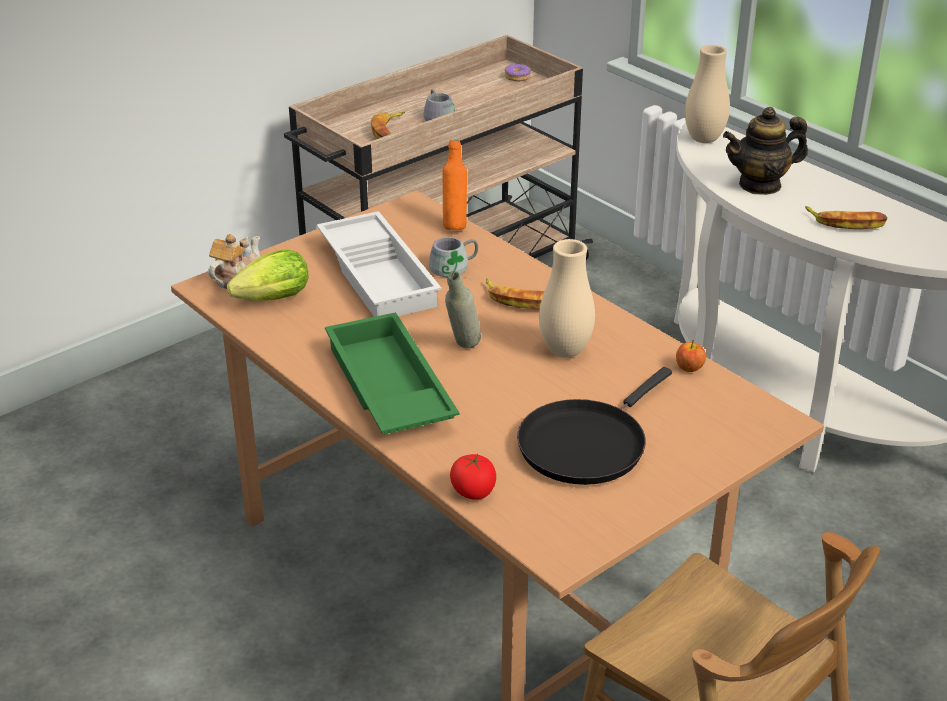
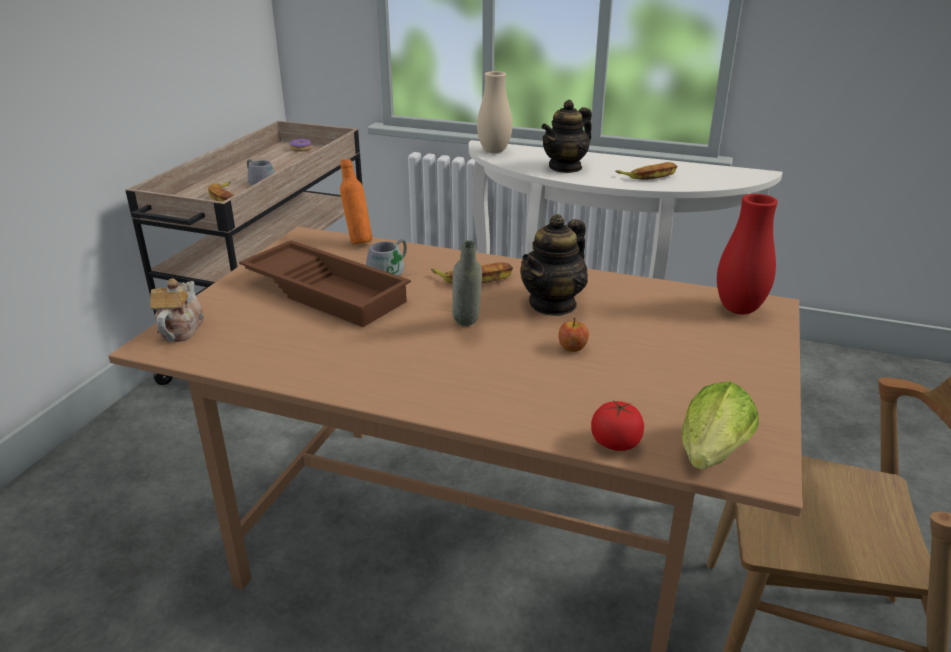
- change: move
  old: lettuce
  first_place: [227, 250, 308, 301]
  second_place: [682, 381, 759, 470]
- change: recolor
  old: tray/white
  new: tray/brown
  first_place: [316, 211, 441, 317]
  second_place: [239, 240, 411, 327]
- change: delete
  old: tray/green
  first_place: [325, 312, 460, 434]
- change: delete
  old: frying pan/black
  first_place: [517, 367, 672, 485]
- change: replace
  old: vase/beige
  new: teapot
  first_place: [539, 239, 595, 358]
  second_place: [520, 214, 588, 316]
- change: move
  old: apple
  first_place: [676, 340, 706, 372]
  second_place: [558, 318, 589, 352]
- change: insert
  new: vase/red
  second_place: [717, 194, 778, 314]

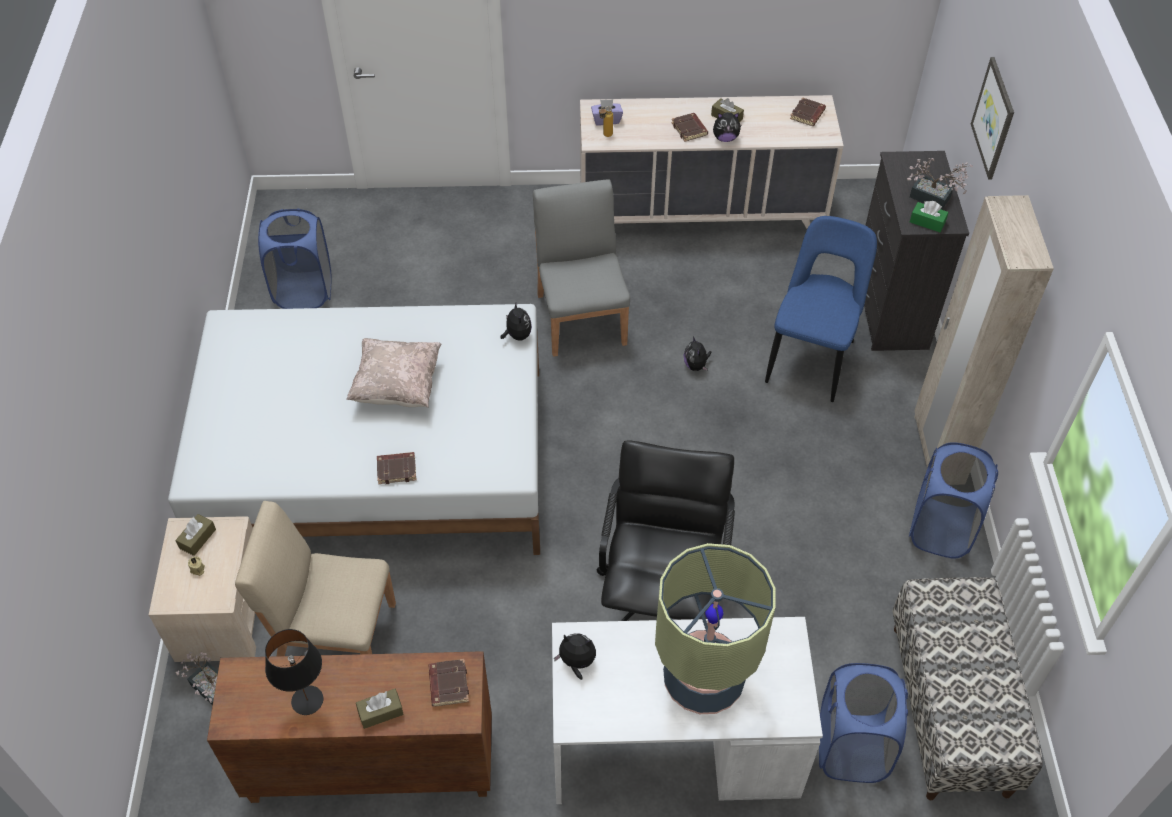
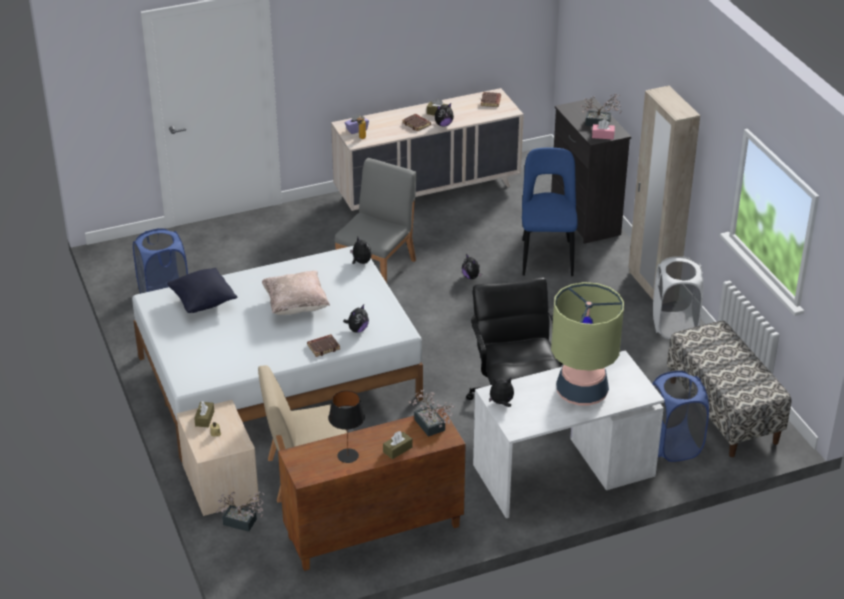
- change: replace
  old: book/brown
  new: potted plant
  first_place: [428, 659, 469, 707]
  second_place: [409, 390, 455, 437]
- change: rotate
  old: chair/grey
  first_place: [533, 179, 630, 357]
  second_place: [335, 158, 417, 283]
  degrees: 60
- change: recolor
  old: laundry basket/blue
  new: laundry basket/white
  first_place: [909, 442, 998, 559]
  second_place: [653, 256, 703, 339]
- change: recolor
  old: tissue box/green
  new: tissue box/pink
  first_place: [910, 201, 949, 232]
  second_place: [592, 119, 615, 140]
- change: delete
  old: picture
  first_place: [971, 57, 1014, 180]
- change: insert
  new: pillow/black
  second_place: [167, 268, 238, 313]
- change: insert
  new: plush toy
  second_place: [343, 305, 369, 333]

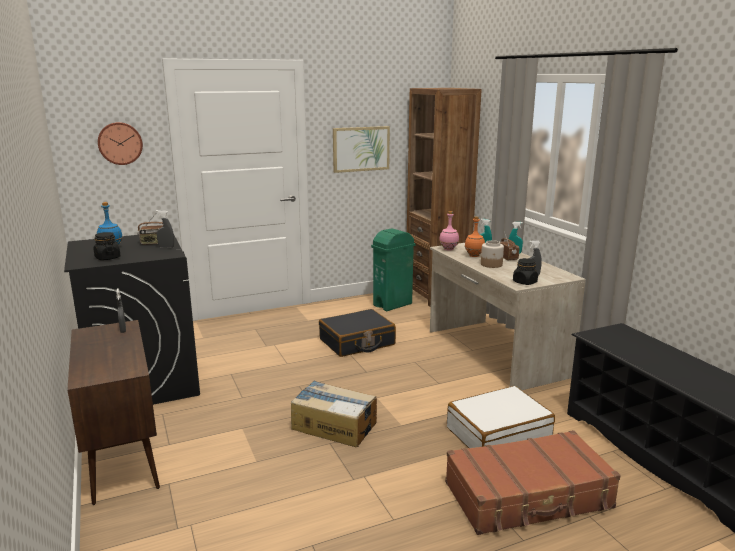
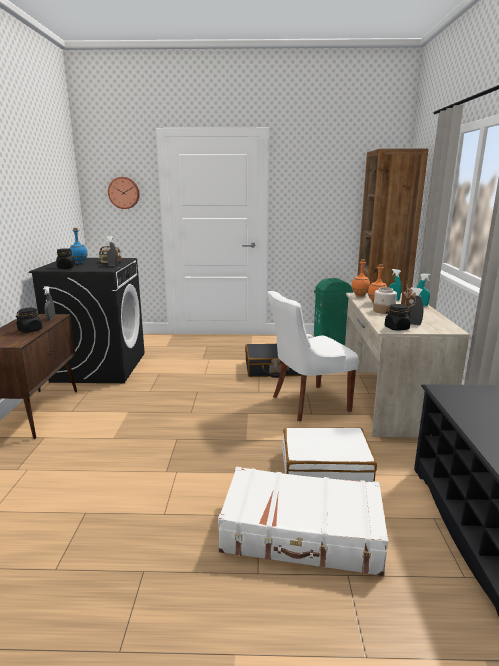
- change: delete
  old: cardboard box
  first_place: [291, 381, 377, 447]
- change: delete
  old: picture
  first_place: [333, 126, 390, 173]
- change: recolor
  old: bottle/pink
  new: bottle/orange
  first_place: [439, 211, 459, 251]
  second_place: [351, 259, 370, 297]
- change: recolor
  old: suitcase/brown
  new: suitcase/white
  first_place: [445, 430, 621, 535]
  second_place: [218, 467, 388, 576]
- change: insert
  new: jar/black
  second_place: [16, 308, 43, 333]
- change: insert
  new: chair/white
  second_place: [267, 291, 359, 421]

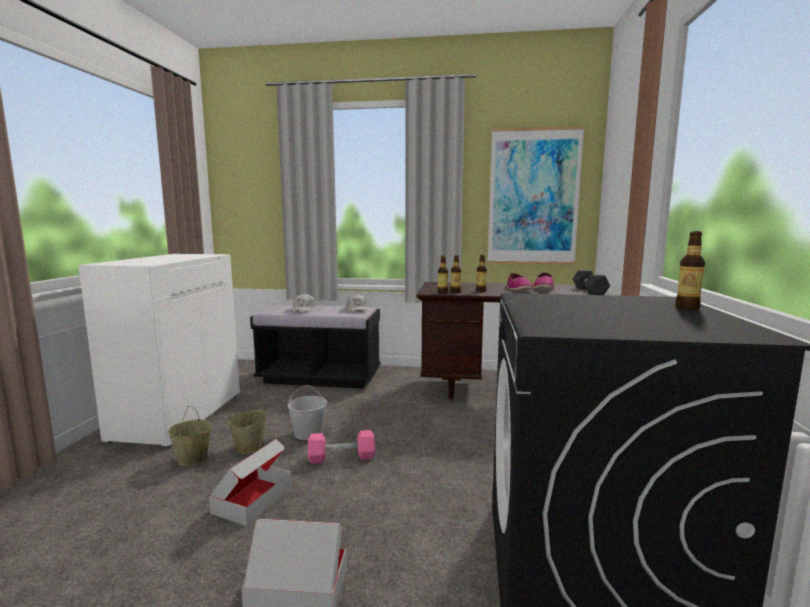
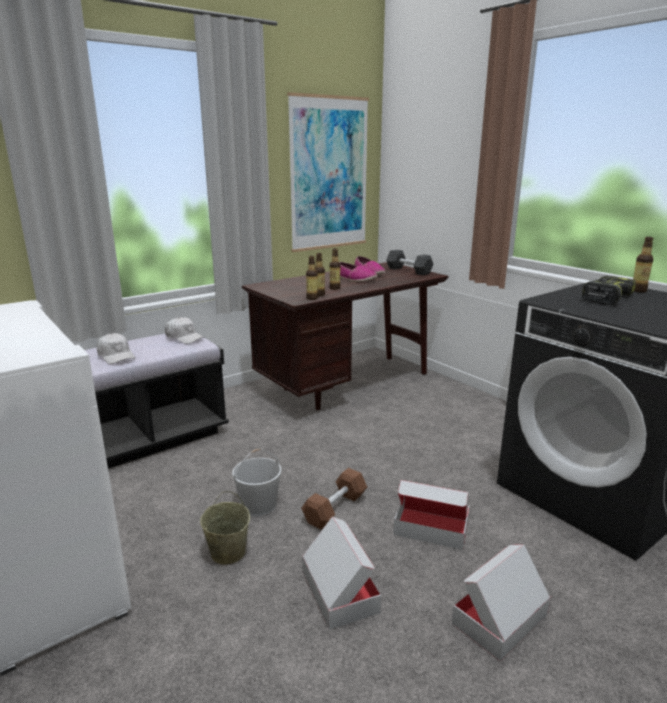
- change: delete
  old: bucket/beige
  first_place: [168, 406, 212, 466]
- change: recolor
  old: dumbbell/pink
  new: dumbbell/brown
  first_place: [308, 430, 375, 464]
  second_place: [301, 468, 367, 530]
- change: insert
  new: cardboard box
  second_place: [393, 480, 469, 550]
- change: insert
  new: power drill
  second_place: [582, 275, 636, 305]

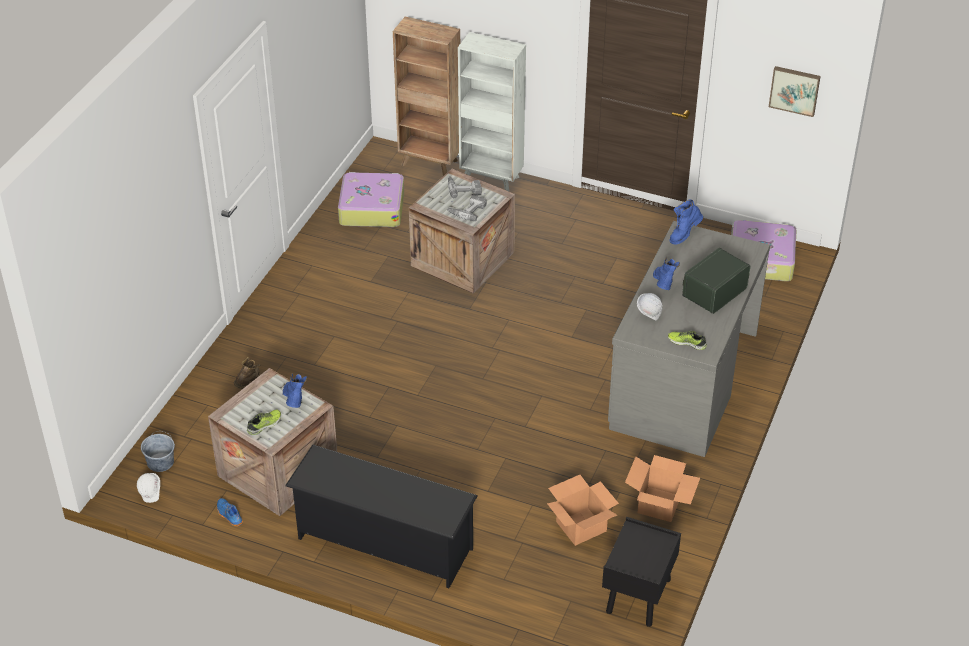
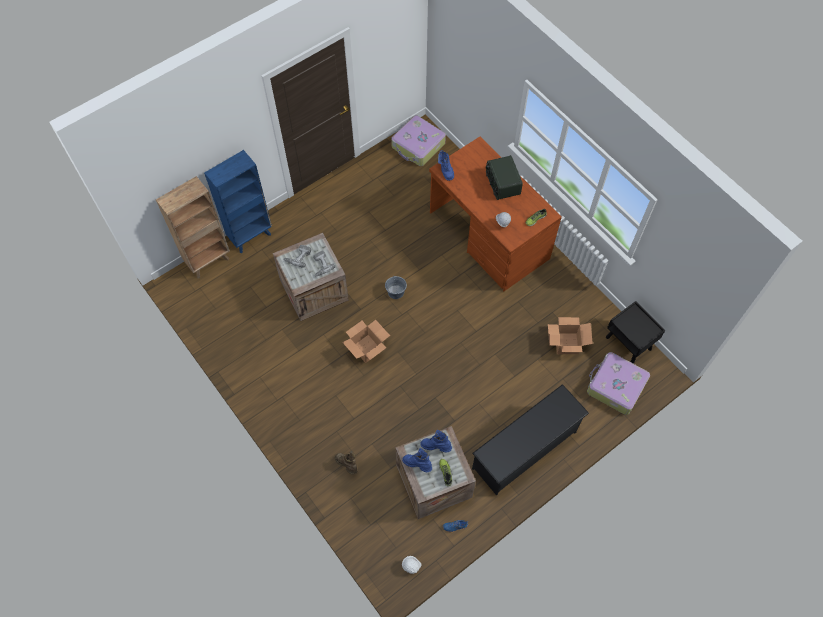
- change: move
  old: bucket/grey
  first_place: [141, 431, 175, 472]
  second_place: [385, 276, 407, 299]
- change: move
  old: suitcase
  first_place: [338, 172, 404, 227]
  second_place: [587, 352, 650, 415]
- change: recolor
  old: bookcase/white
  new: bookcase/blue
  first_place: [458, 32, 526, 191]
  second_place: [204, 150, 272, 253]
- change: recolor
  old: desk/grey
  new: desk/brown
  first_place: [608, 221, 770, 457]
  second_place: [429, 137, 562, 292]
- change: move
  old: cardboard box
  first_place: [625, 455, 700, 522]
  second_place: [342, 320, 390, 363]
- change: move
  old: boot/blue
  first_place: [653, 257, 680, 290]
  second_place: [402, 448, 432, 472]
- change: delete
  old: picture
  first_place: [769, 66, 821, 117]

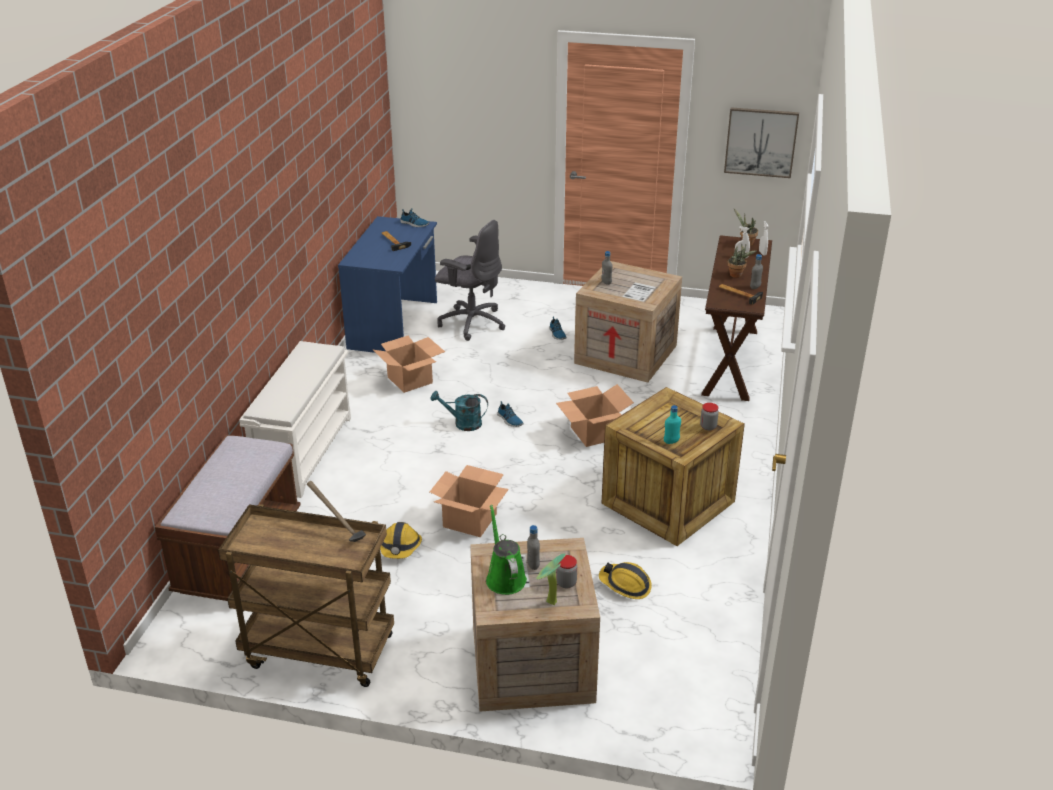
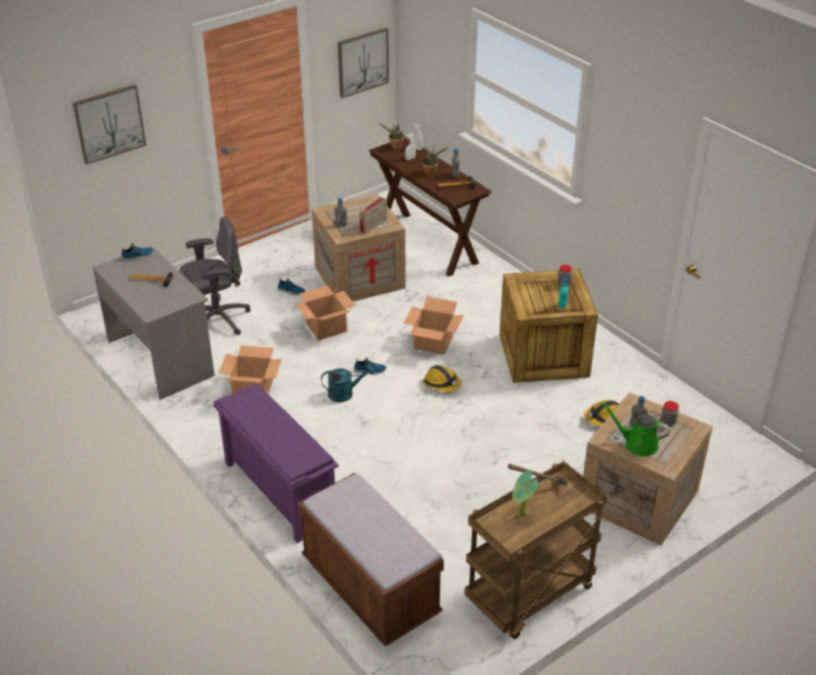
- change: recolor
  old: shoe rack/white
  new: shoe rack/purple
  first_place: [239, 341, 351, 498]
  second_place: [213, 383, 339, 543]
- change: recolor
  old: desk/blue
  new: desk/grey
  first_place: [338, 216, 437, 353]
  second_place: [92, 245, 215, 400]
- change: move
  old: hard hat
  first_place: [380, 522, 422, 559]
  second_place: [423, 365, 461, 392]
- change: move
  old: cardboard box
  first_place: [430, 465, 509, 537]
  second_place: [295, 286, 356, 341]
- change: rotate
  old: watering can/turquoise
  first_place: [431, 391, 488, 431]
  second_place: [321, 364, 374, 402]
  degrees: -150
- change: move
  old: potted plant
  first_place: [536, 553, 566, 605]
  second_place: [512, 471, 538, 517]
- change: insert
  new: picture
  second_place: [73, 85, 146, 165]
- change: insert
  new: radio
  second_place: [360, 197, 387, 234]

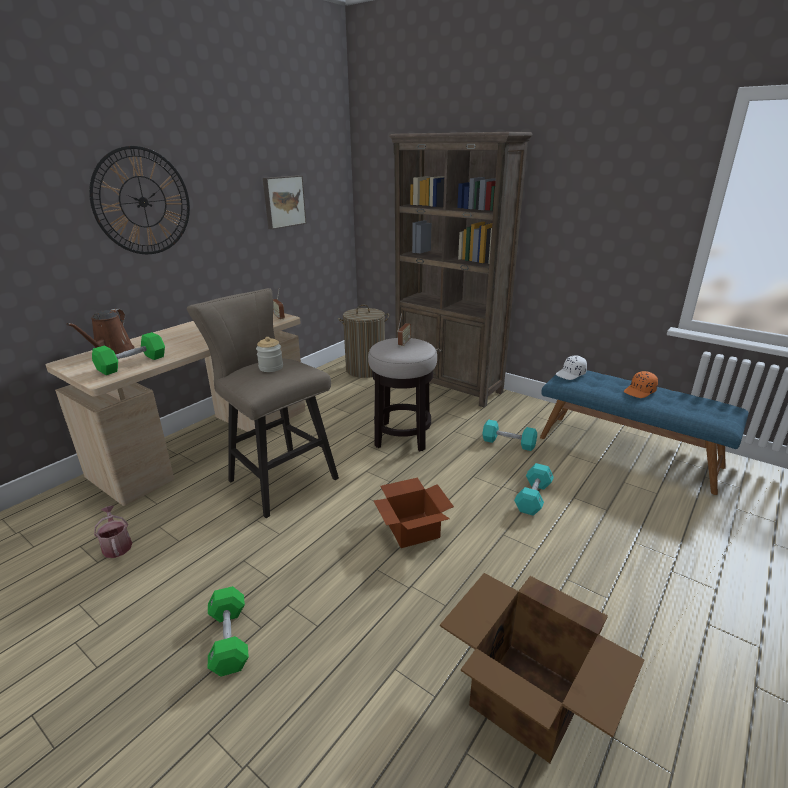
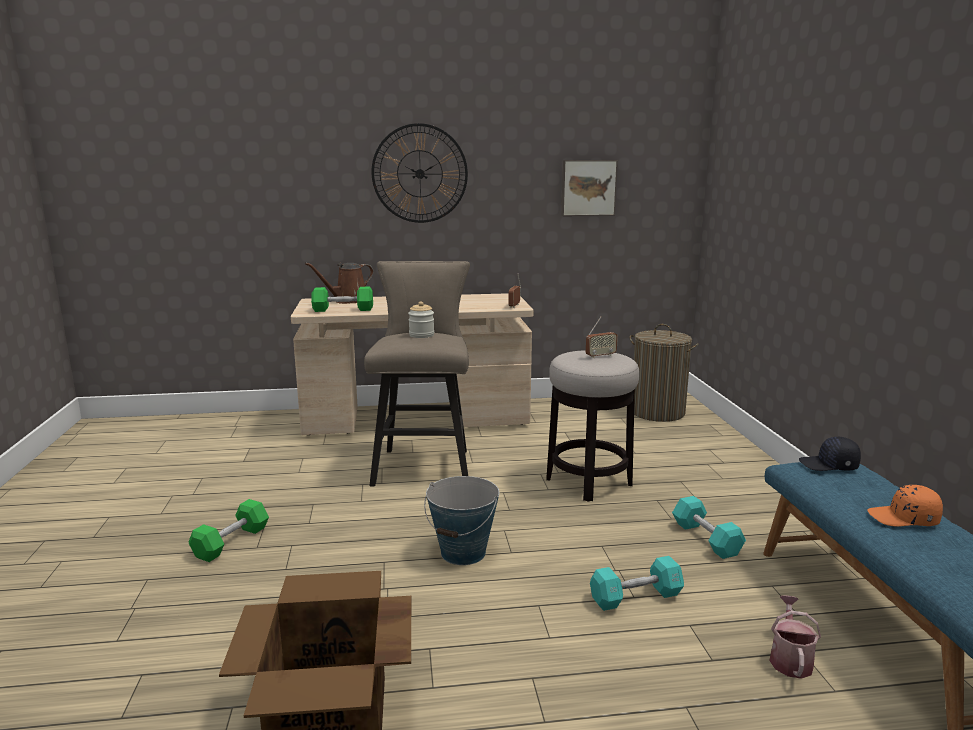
- change: move
  old: watering can
  first_place: [94, 506, 132, 558]
  second_place: [769, 595, 821, 679]
- change: replace
  old: cardboard box
  new: bucket
  first_place: [373, 477, 454, 548]
  second_place: [424, 476, 499, 565]
- change: delete
  old: bookcase/brown
  first_place: [389, 132, 533, 407]
- change: recolor
  old: cap/white
  new: cap/black
  first_place: [556, 355, 587, 380]
  second_place: [799, 437, 861, 471]

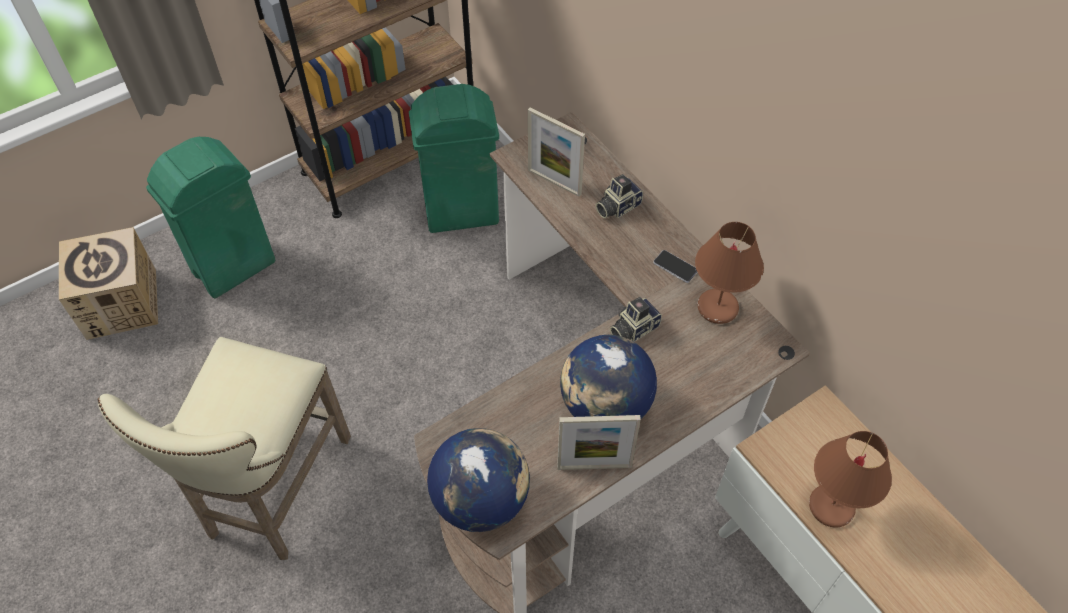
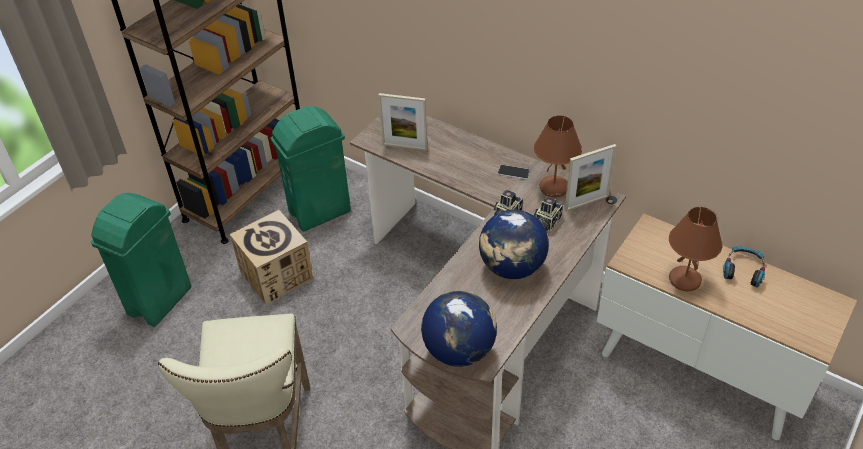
- change: move
  old: cardboard box
  first_place: [59, 227, 158, 340]
  second_place: [230, 210, 313, 305]
- change: move
  old: picture frame
  first_place: [557, 415, 641, 470]
  second_place: [564, 144, 617, 211]
- change: move
  old: photo camera
  first_place: [596, 174, 643, 219]
  second_place: [534, 196, 563, 232]
- change: insert
  new: headphones
  second_place: [723, 246, 765, 287]

